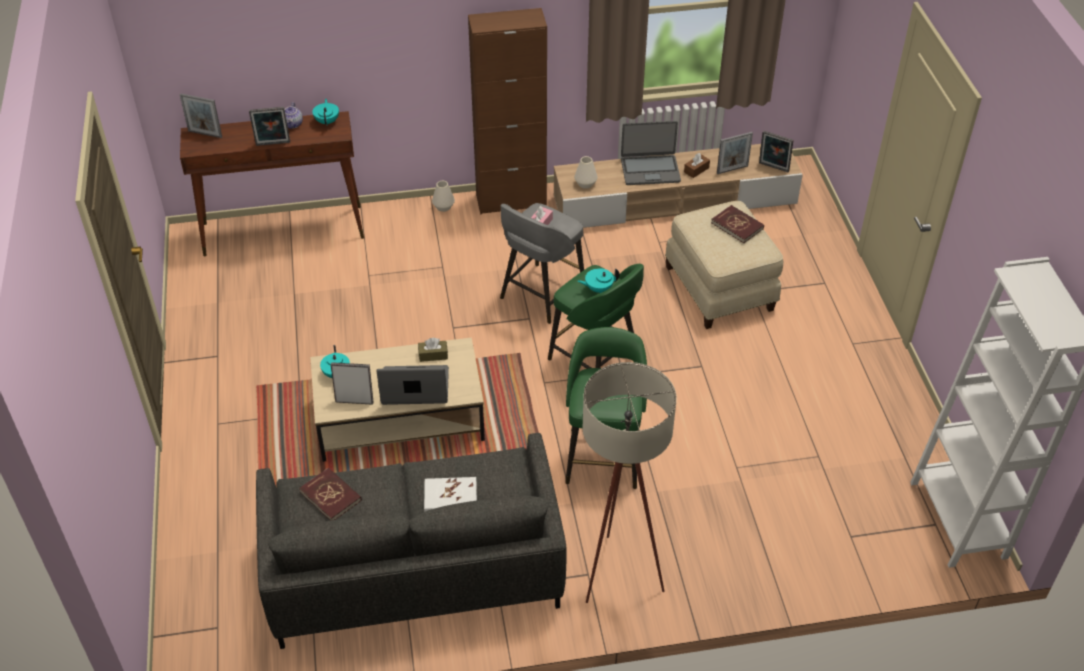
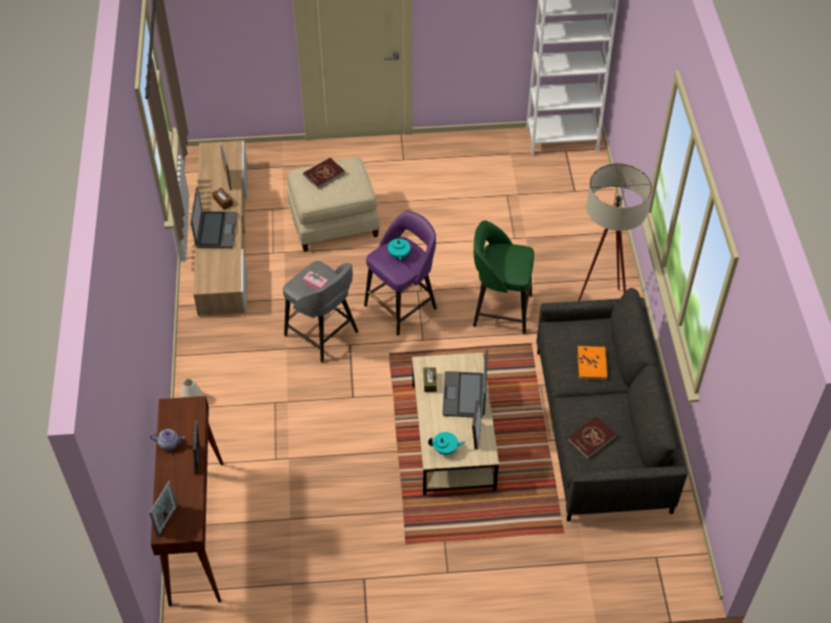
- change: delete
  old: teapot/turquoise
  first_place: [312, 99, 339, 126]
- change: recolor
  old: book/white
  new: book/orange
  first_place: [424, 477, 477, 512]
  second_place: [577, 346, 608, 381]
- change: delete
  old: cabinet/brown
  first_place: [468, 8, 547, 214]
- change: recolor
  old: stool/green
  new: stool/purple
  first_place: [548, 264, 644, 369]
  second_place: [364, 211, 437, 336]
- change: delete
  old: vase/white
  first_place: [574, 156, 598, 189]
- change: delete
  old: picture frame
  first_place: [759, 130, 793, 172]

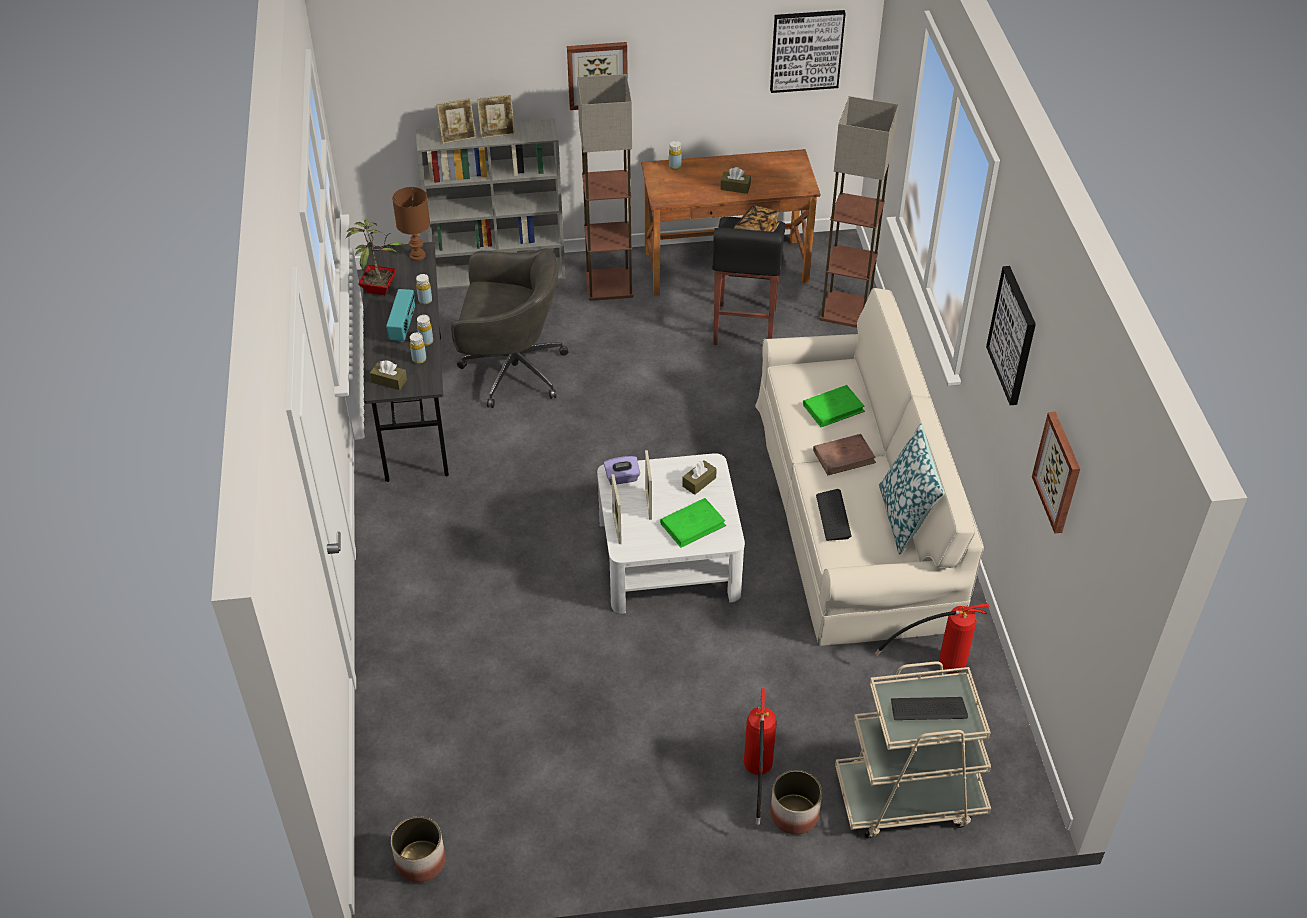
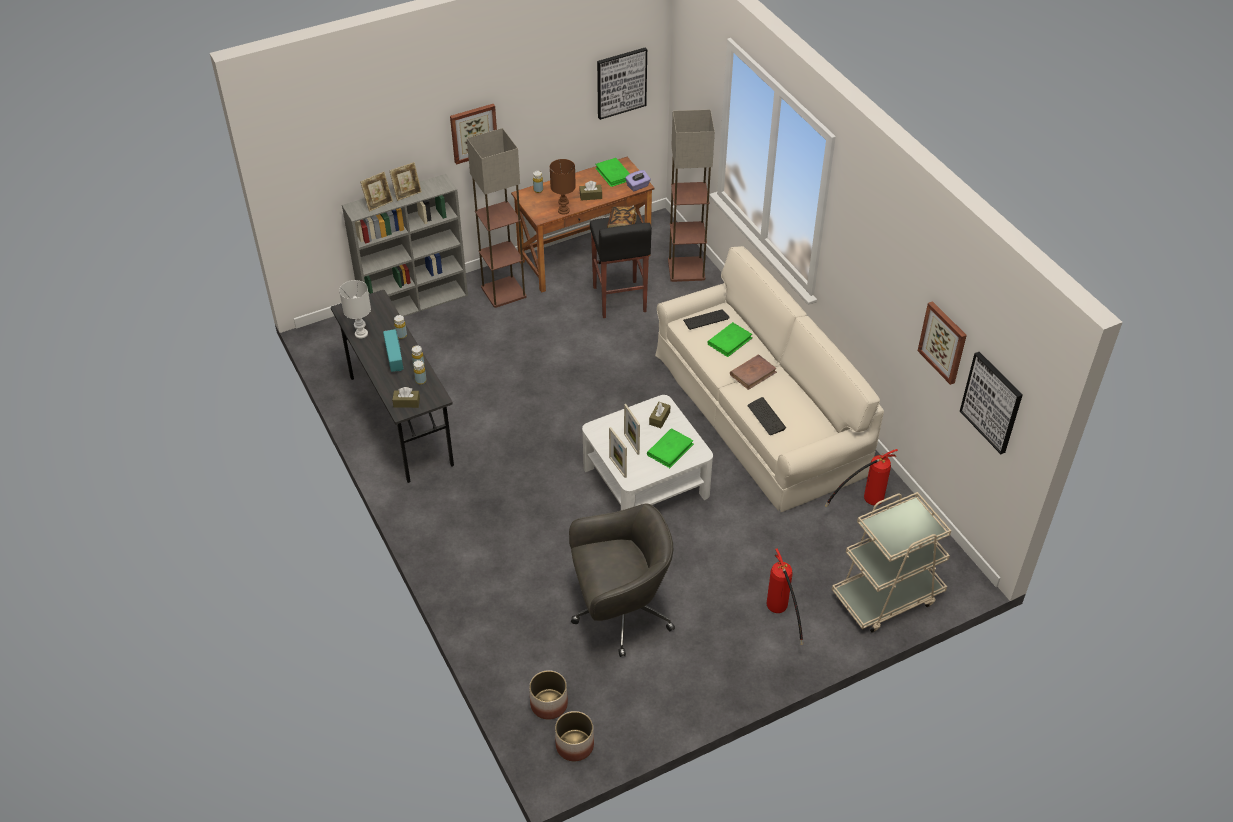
- change: replace
  old: potted plant
  new: table lamp/white
  first_place: [346, 220, 408, 295]
  second_place: [339, 280, 371, 339]
- change: move
  old: table lamp/brown
  first_place: [392, 187, 430, 261]
  second_place: [550, 159, 576, 215]
- change: move
  old: office chair/grey
  first_place: [451, 248, 569, 408]
  second_place: [569, 503, 675, 657]
- change: move
  old: tissue box/purple
  first_place: [604, 456, 640, 485]
  second_place: [625, 170, 651, 191]
- change: move
  old: planter
  first_place: [770, 770, 822, 835]
  second_place: [529, 670, 568, 720]
- change: delete
  old: pillow
  first_place: [879, 423, 945, 555]
- change: move
  old: keyboard
  first_place: [891, 697, 968, 720]
  second_place: [683, 309, 730, 330]
- change: move
  old: picture
  first_place: [986, 266, 1036, 405]
  second_place: [960, 352, 1023, 454]
- change: insert
  new: book/green
  second_place: [595, 158, 630, 187]

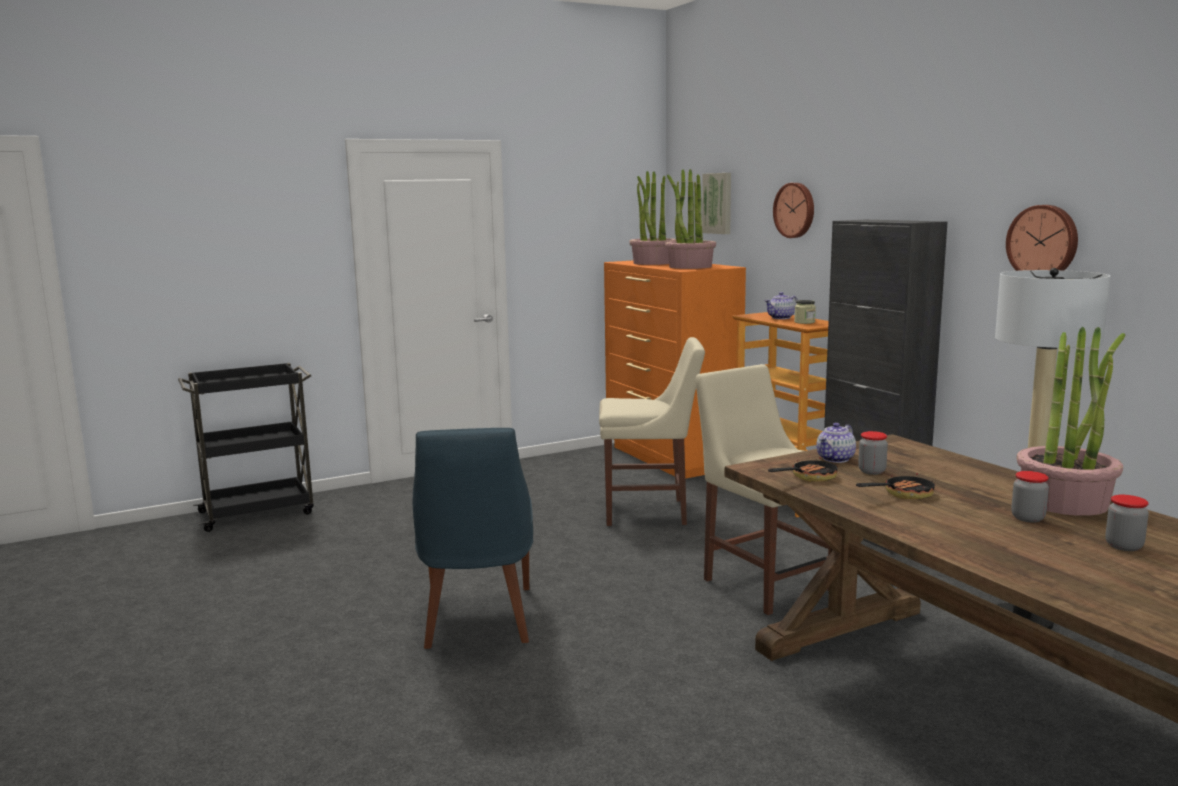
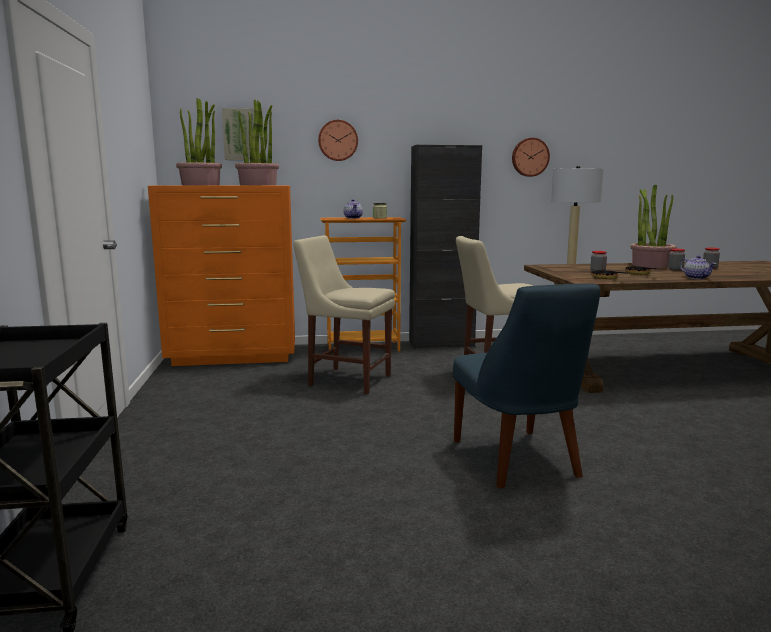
- change: rotate
  old: chair/blue
  first_place: [413, 428, 533, 649]
  second_place: [453, 283, 600, 489]
  degrees: 60
- change: rotate
  old: chair/beige
  first_place: [599, 337, 705, 526]
  second_place: [293, 235, 395, 394]
  degrees: -90
- change: move
  old: teapot
  first_place: [817, 423, 856, 463]
  second_place: [680, 255, 716, 279]

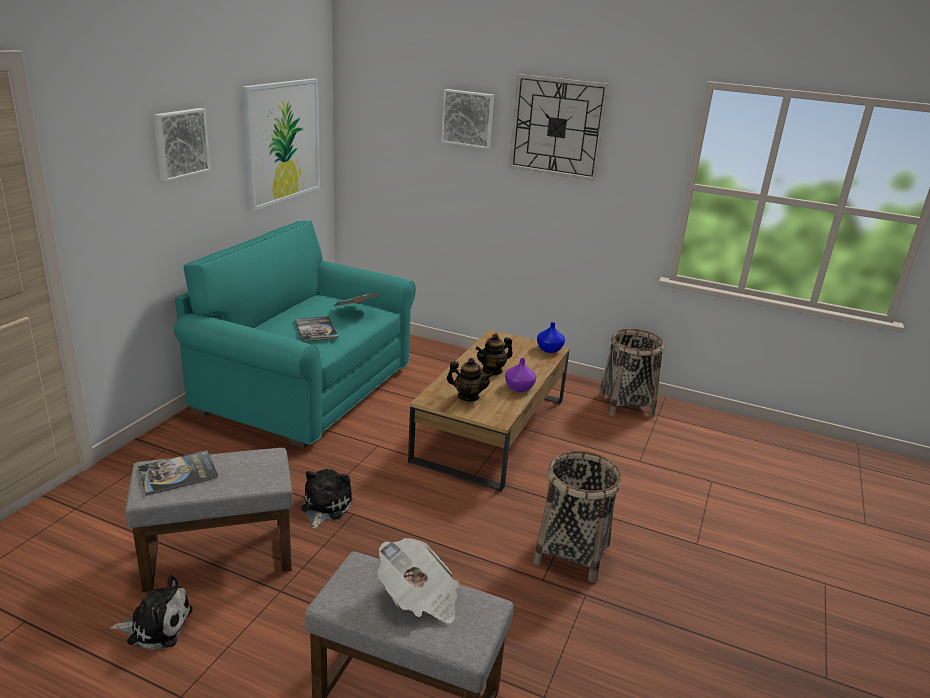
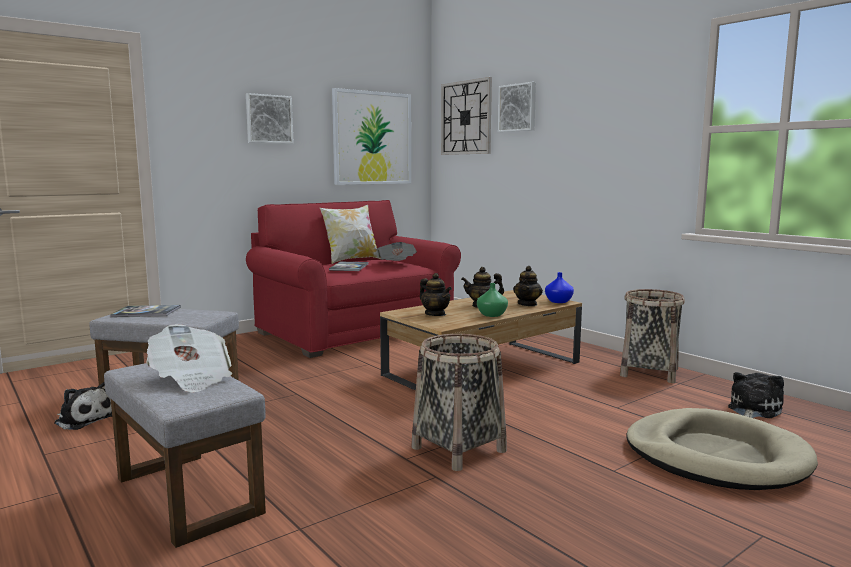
- change: recolor
  old: sofa/turquoise
  new: sofa/red
  first_place: [174, 220, 416, 448]
  second_place: [246, 200, 461, 358]
- change: move
  old: plush toy
  first_place: [301, 469, 353, 529]
  second_place: [728, 372, 784, 418]
- change: recolor
  old: vase/purple
  new: vase/green
  first_place: [505, 358, 536, 392]
  second_place: [477, 283, 508, 317]
- change: move
  old: wall clock
  first_place: [509, 74, 609, 181]
  second_place: [441, 77, 492, 155]
- change: insert
  new: pillow
  second_place: [320, 205, 380, 264]
- change: insert
  new: teapot
  second_place: [513, 266, 543, 306]
- change: insert
  new: dog bed/beige
  second_place: [626, 408, 818, 490]

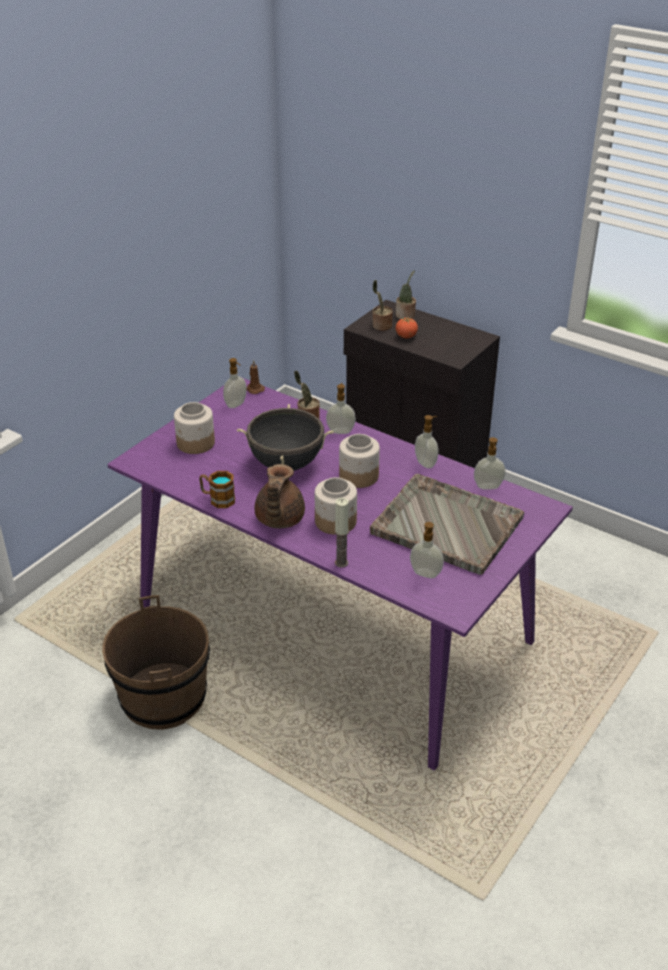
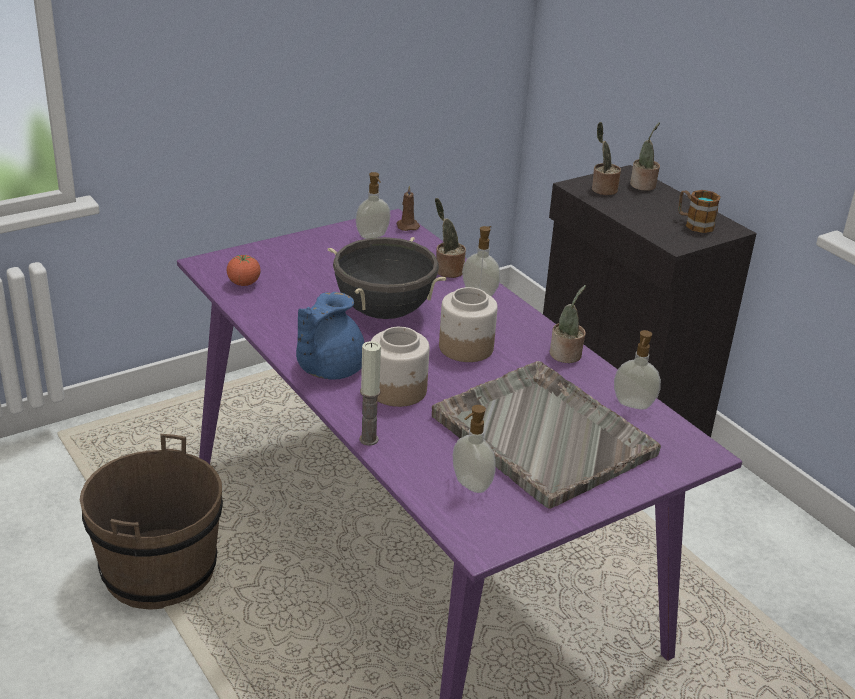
- change: delete
  old: jar
  first_place: [174, 402, 215, 454]
- change: move
  old: mug
  first_place: [199, 471, 235, 508]
  second_place: [678, 190, 721, 233]
- change: recolor
  old: teapot/brown
  new: teapot/blue
  first_place: [255, 464, 305, 528]
  second_place: [296, 292, 365, 380]
- change: move
  old: tomato
  first_place: [396, 317, 418, 338]
  second_place: [227, 255, 261, 286]
- change: replace
  old: soap dispenser
  new: potted plant
  first_place: [415, 415, 438, 468]
  second_place: [550, 285, 586, 363]

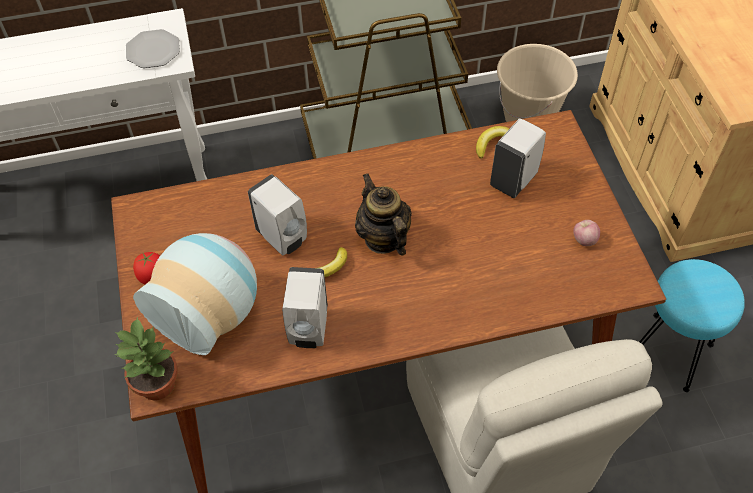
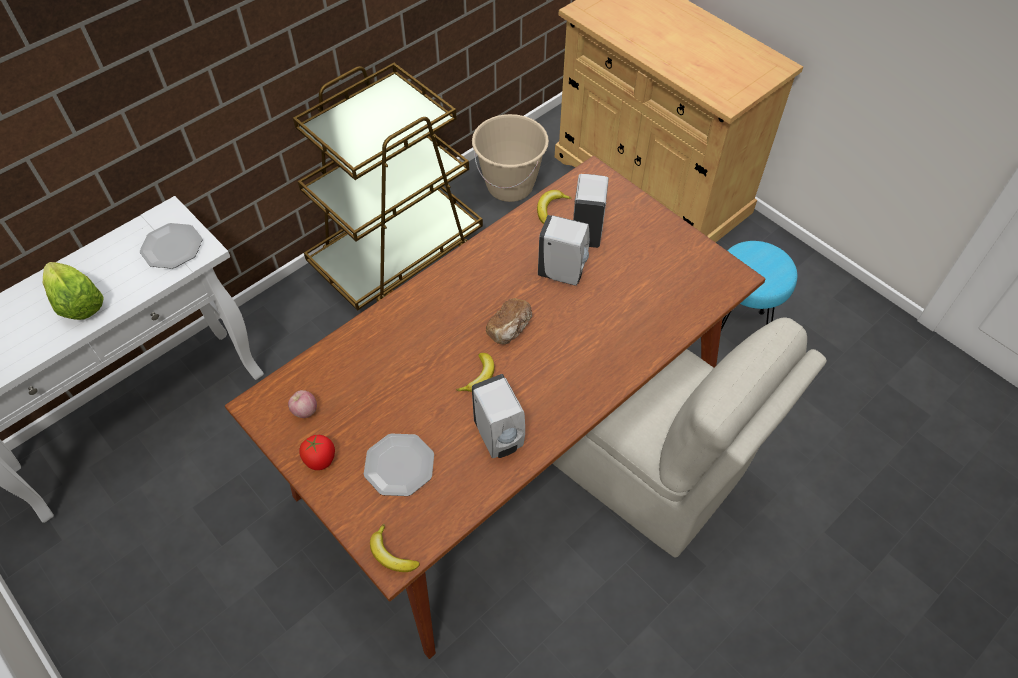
- change: replace
  old: potted plant
  new: banana
  first_place: [115, 317, 178, 400]
  second_place: [370, 524, 420, 572]
- change: replace
  old: vase
  new: plate
  first_place: [133, 233, 257, 355]
  second_place: [364, 434, 434, 496]
- change: move
  old: soap dispenser/white
  first_place: [248, 174, 307, 256]
  second_place: [538, 215, 590, 286]
- change: replace
  old: teapot
  new: bread
  first_place: [355, 173, 412, 256]
  second_place: [486, 298, 532, 344]
- change: move
  old: apple
  first_place: [573, 220, 600, 246]
  second_place: [288, 390, 317, 418]
- change: insert
  new: lettuce
  second_place: [43, 262, 104, 320]

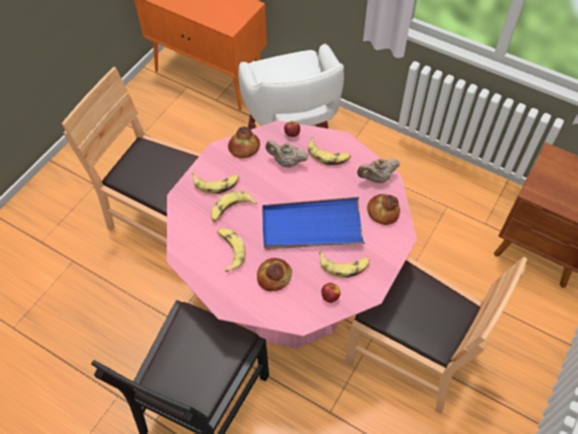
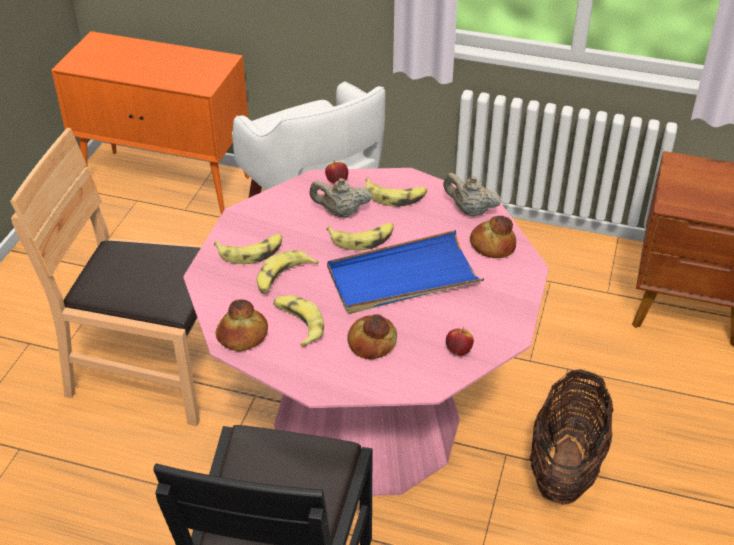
- change: move
  old: bread
  first_place: [228, 127, 260, 159]
  second_place: [216, 299, 268, 352]
- change: move
  old: banana
  first_place: [319, 251, 370, 278]
  second_place: [327, 223, 394, 250]
- change: replace
  old: chair/brown
  new: basket
  first_place: [345, 256, 527, 414]
  second_place: [530, 369, 613, 505]
- change: rotate
  old: teapot/beige
  first_place: [357, 159, 400, 183]
  second_place: [443, 173, 501, 217]
  degrees: 60

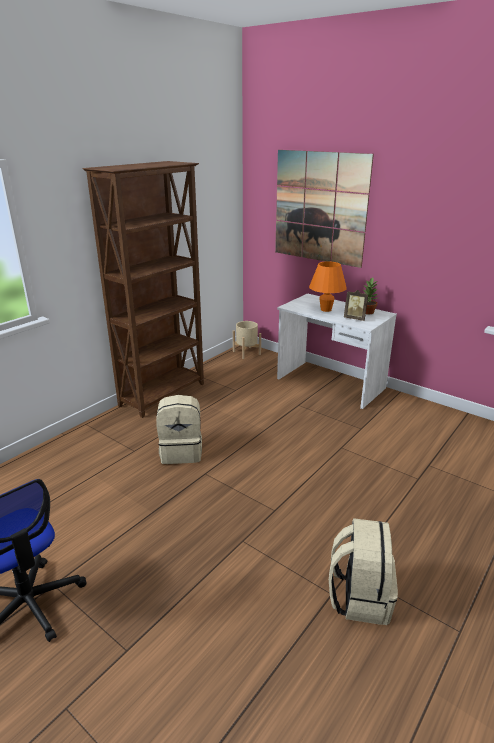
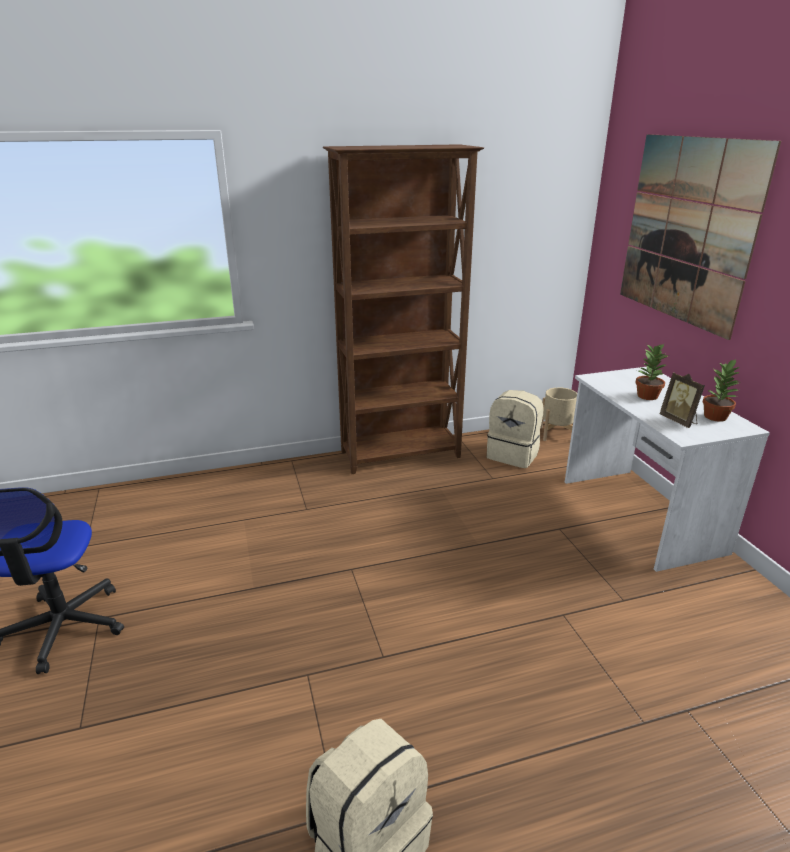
- change: move
  old: backpack/beige
  first_place: [156, 395, 202, 464]
  second_place: [487, 390, 544, 468]
- change: replace
  old: table lamp/orange
  new: potted plant
  first_place: [309, 261, 347, 312]
  second_place: [636, 343, 670, 400]

